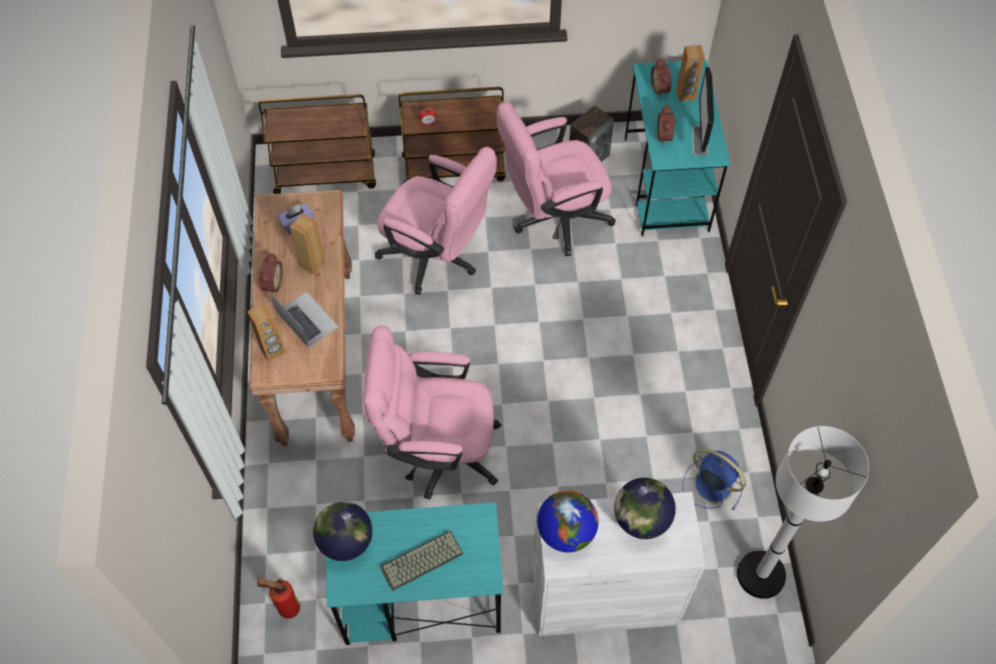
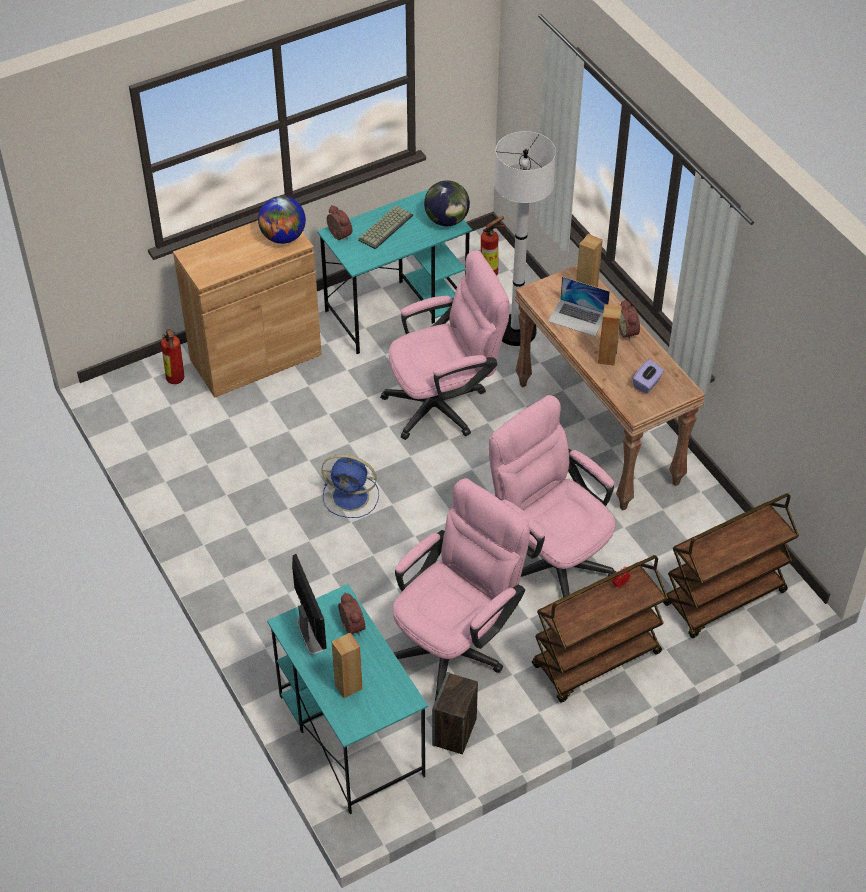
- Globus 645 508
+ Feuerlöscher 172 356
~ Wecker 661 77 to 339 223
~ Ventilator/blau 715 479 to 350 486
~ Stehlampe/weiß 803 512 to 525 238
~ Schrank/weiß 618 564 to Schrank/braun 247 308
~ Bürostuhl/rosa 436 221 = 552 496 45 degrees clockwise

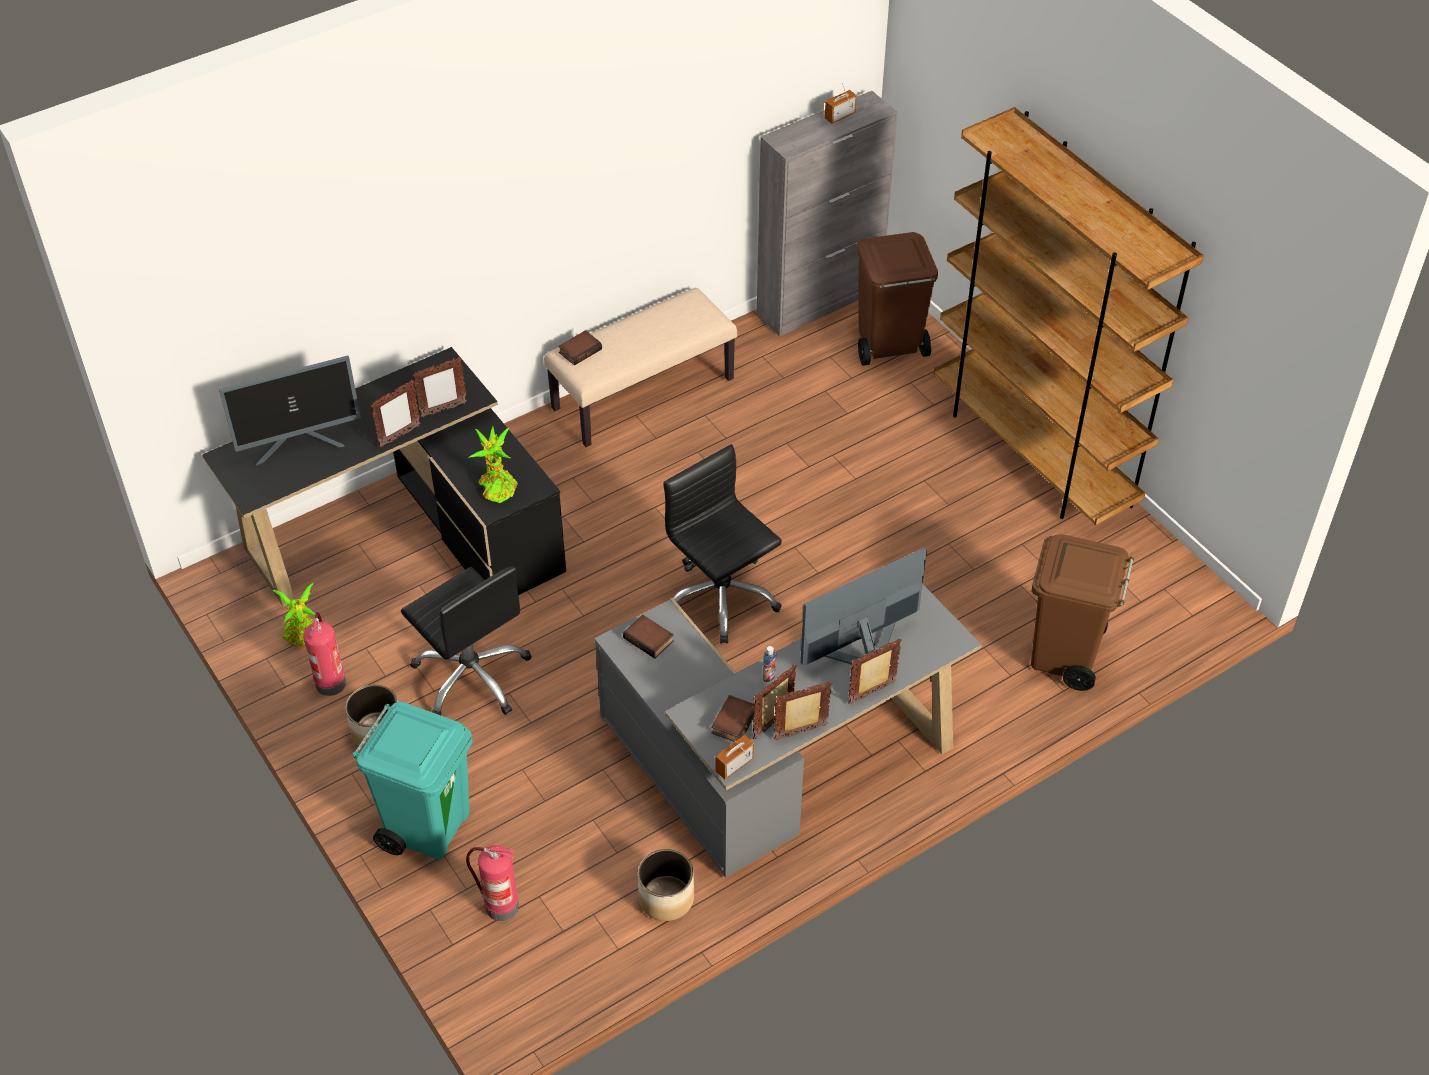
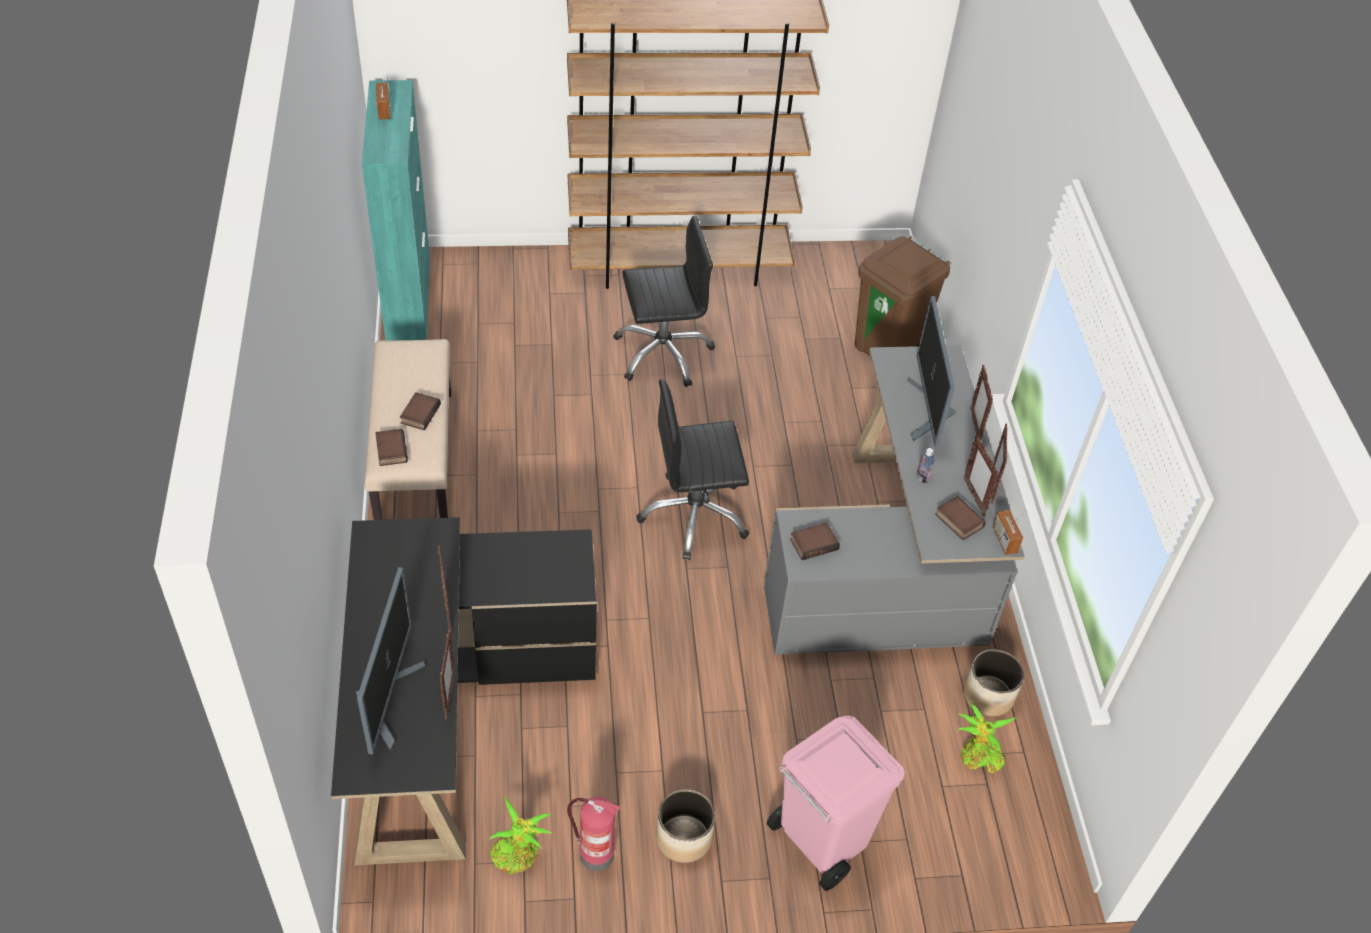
- Feuerlöscher 492 883
- Mülleimer/braun 897 299
+ Buch 420 411
~ Bürostuhl/schwarz 466 640 to 664 301
~ Bilderrahmen 439 387 to 447 673
~ Topfpflanze 493 465 to 986 737
~ Mülleimer/türkis 412 780 to Mülleimer/rosa 836 803
~ Schrank/grau 827 214 to Schrank/türkis 396 210

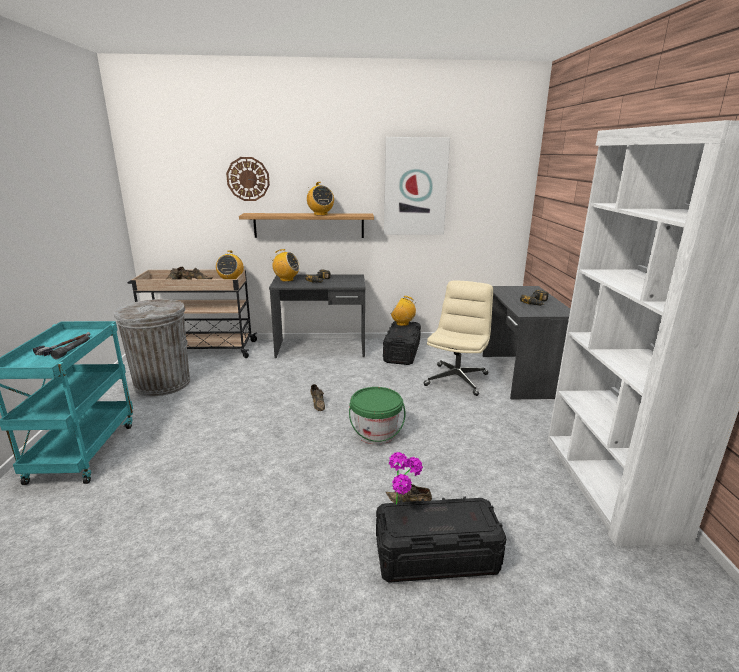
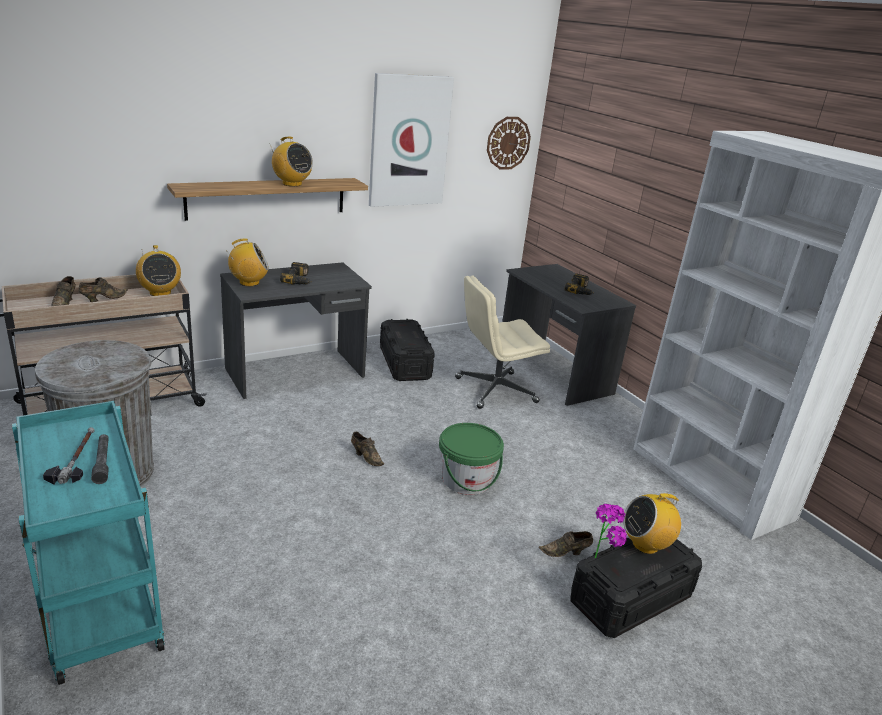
~ Wanduhr 248 179 to 509 143
~ Radio 404 311 to 652 523
~ Bürostuhl/beige 458 338 = 502 342 105 degrees counterclockwise

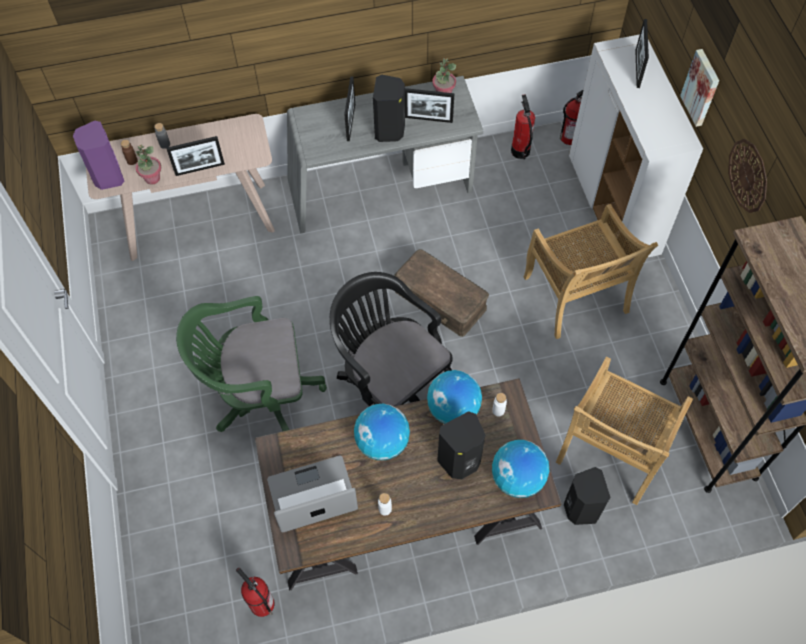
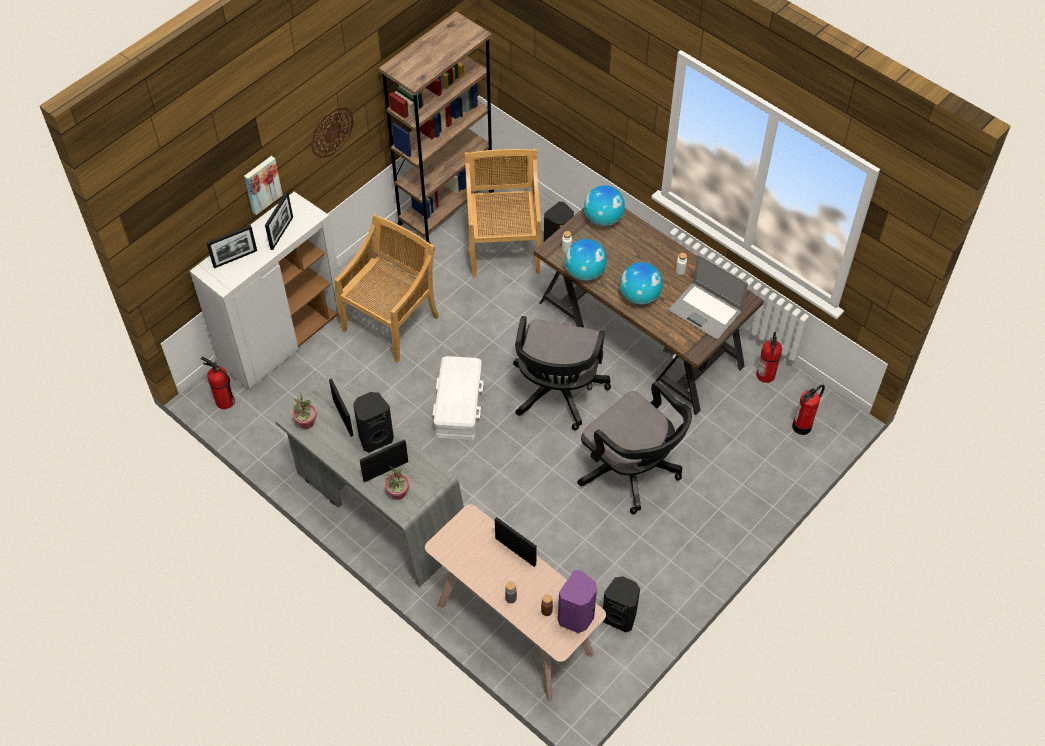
+ Bilderrahmen 279 221
~ Topfpflanze 148 164 to 396 483
~ Lautsprecher/schwarz 461 445 to 621 604
~ Feuerlöscher 523 127 to 808 410
~ Bürostuhl/grün 251 364 to Bürostuhl/schwarz 635 447
~ Aufbewahrungsbox/braun 441 293 to Aufbewahrungsbox/weiß 458 398
~ Stuhl/beige 624 430 = 503 213 90 degrees counterclockwise

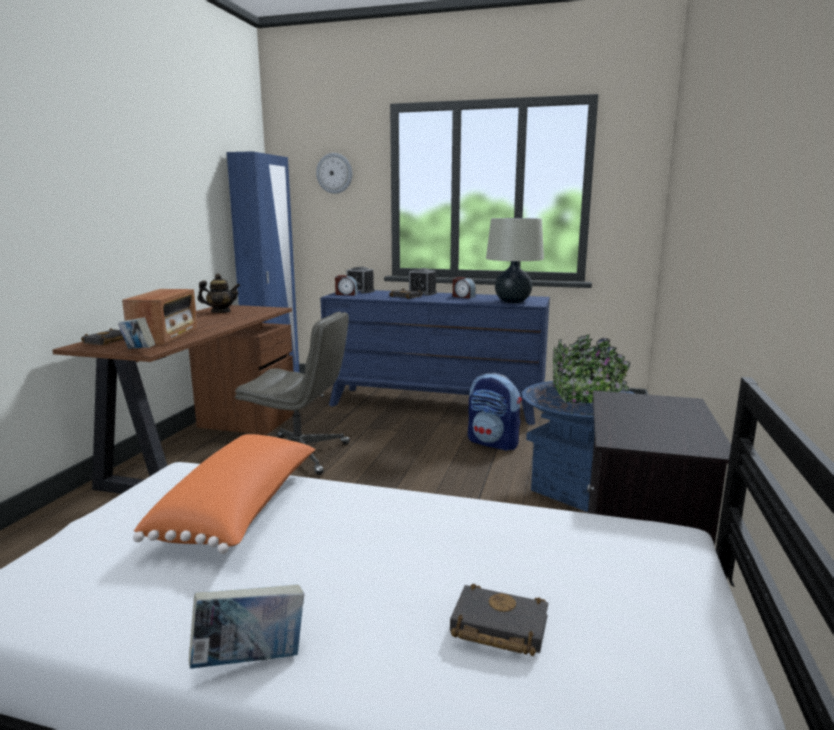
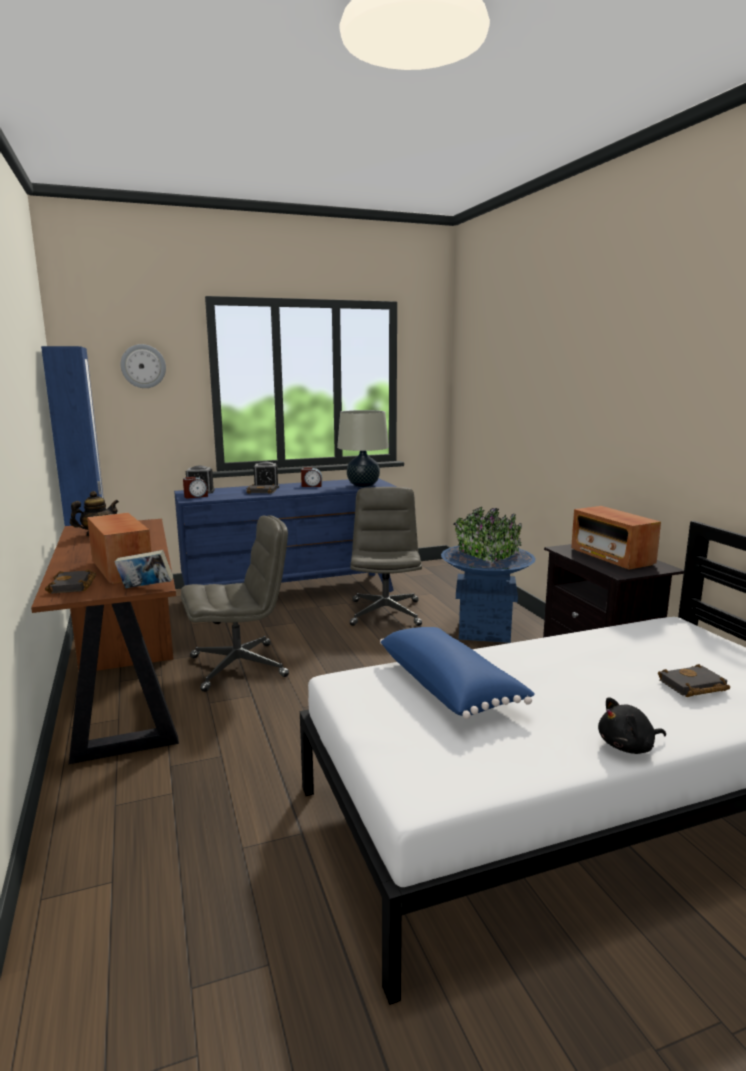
+ Radio 616 537
~ Buch 246 626 to Plüschtier/schwarz 632 725
~ Rucksack 495 412 to Bürostuhl/grau 386 556
~ Kissen/orange 224 494 to Kissen/blau 457 673

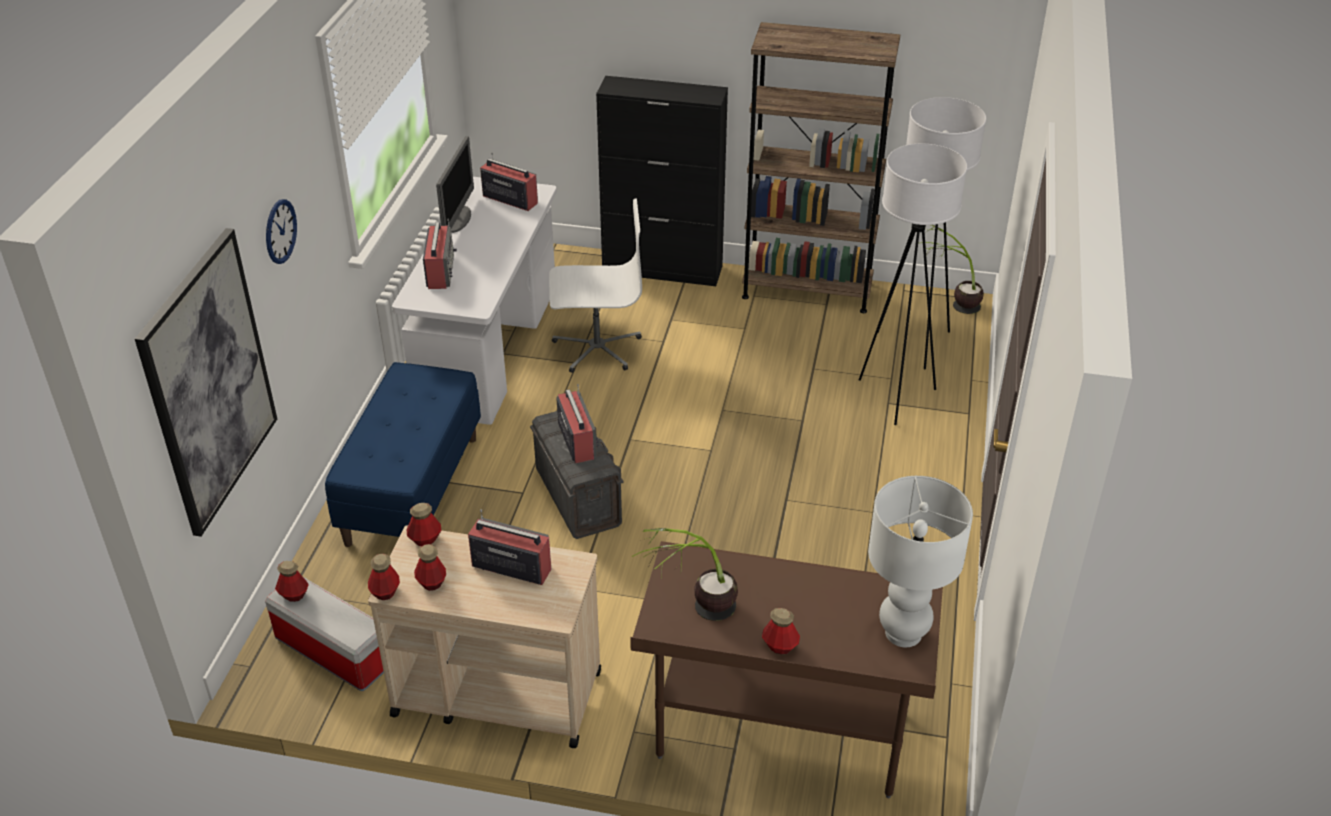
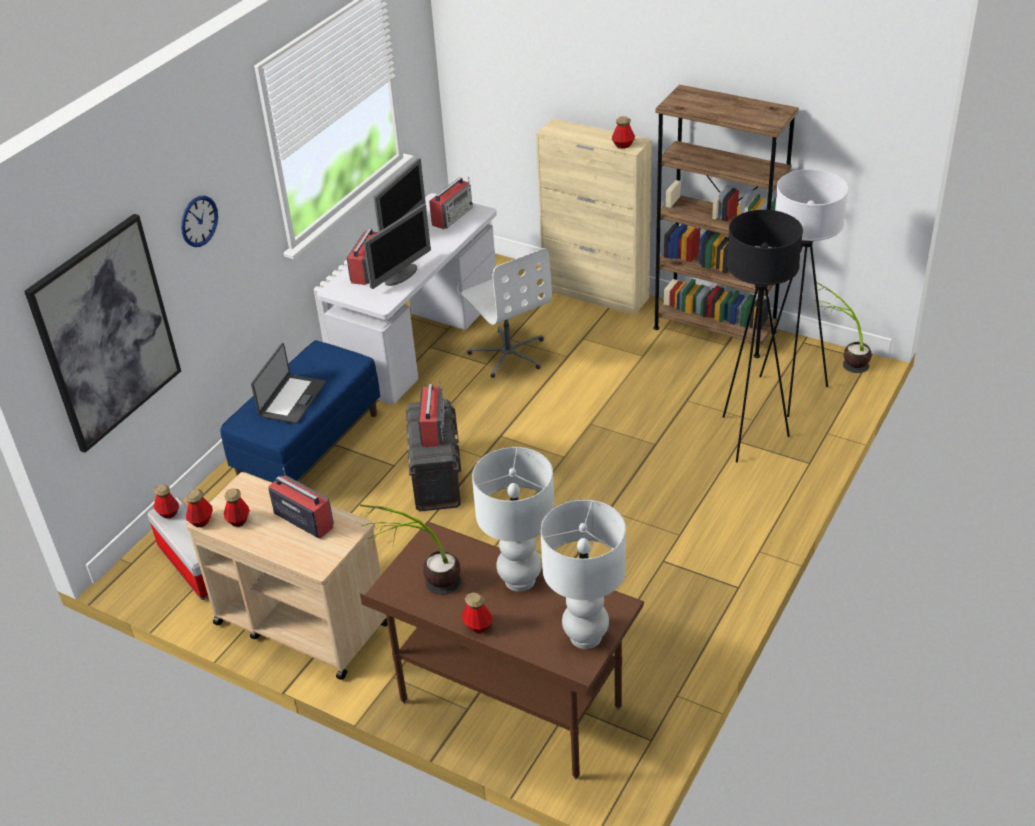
+ Laptop 288 383
+ Monitor 397 246
+ Tischlampe/weiß 513 519
~ Flasche 424 524 to 623 132
~ Schrank/schwarz 662 181 to Schrank/beige 594 216
~ Stehlampe/weiß 913 284 to Stehlampe/schwarz 763 336
~ Radio 509 181 = 451 203 75 degrees clockwise
~ Bürostuhl/weiß 595 285 = 506 313 45 degrees clockwise

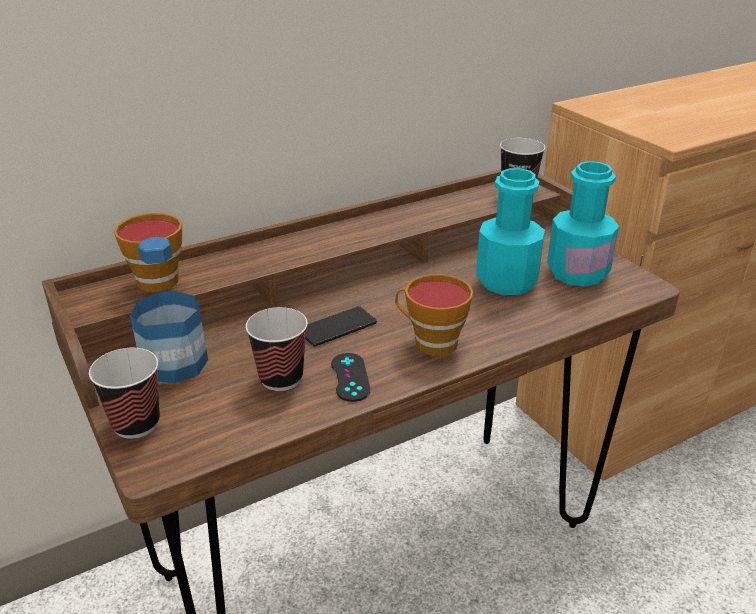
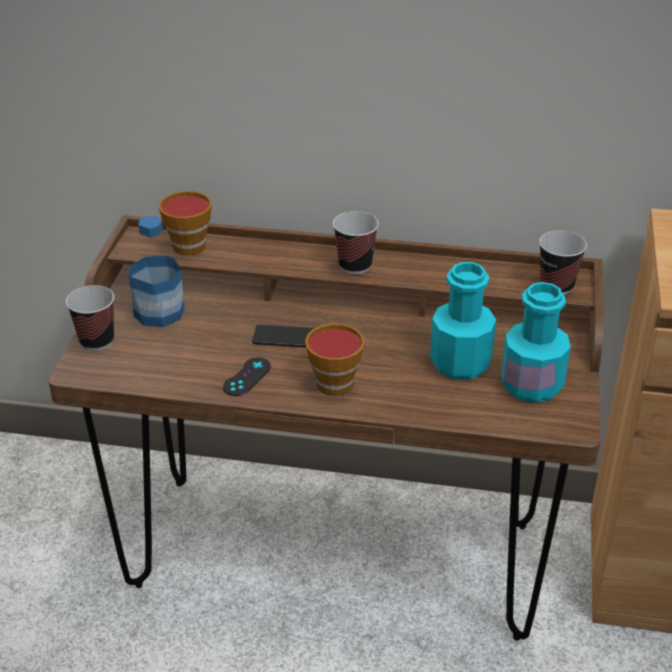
~ Tasse 277 349 to 356 242

